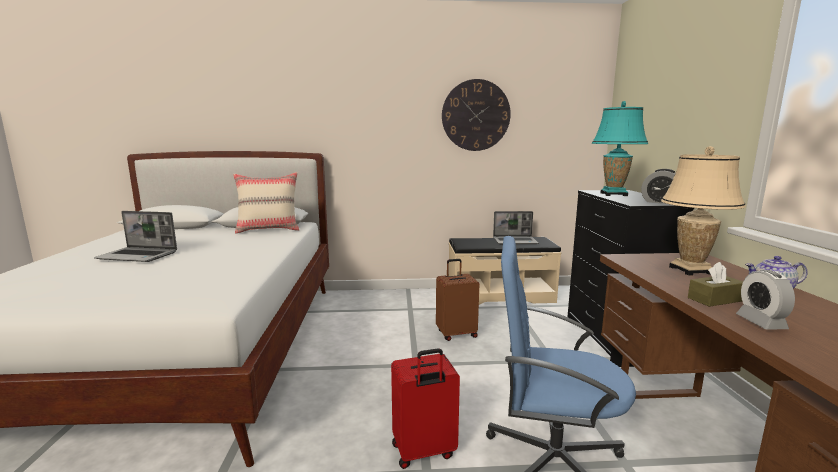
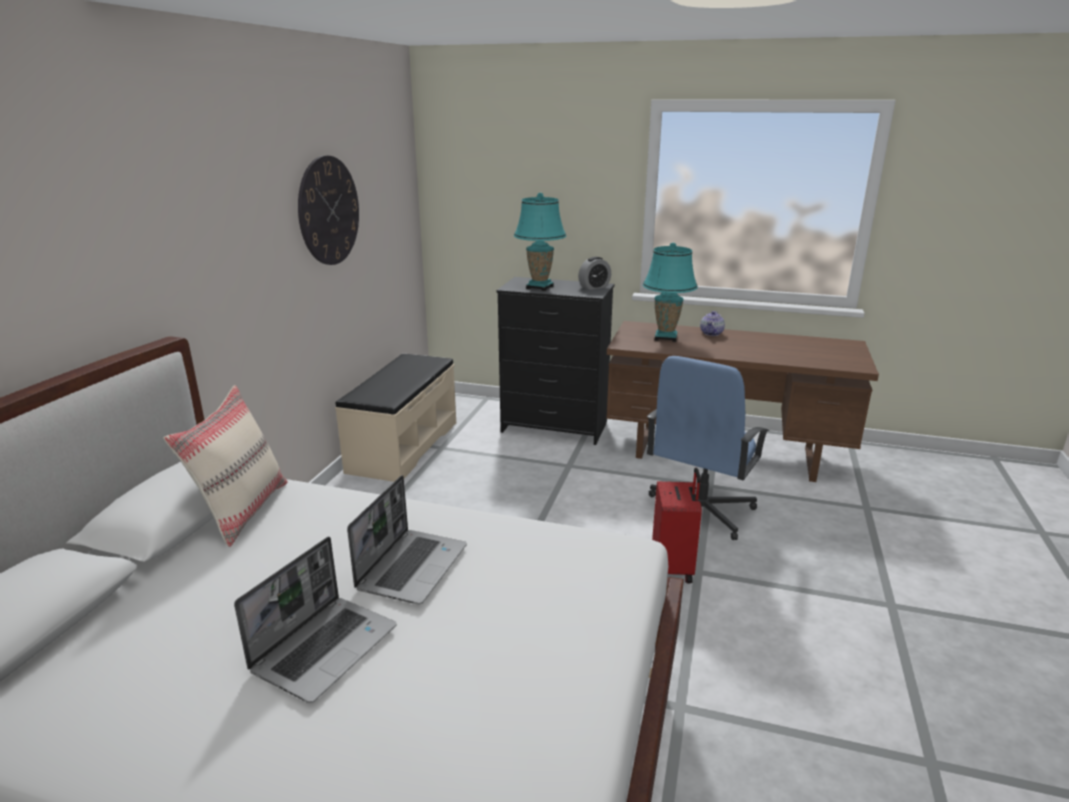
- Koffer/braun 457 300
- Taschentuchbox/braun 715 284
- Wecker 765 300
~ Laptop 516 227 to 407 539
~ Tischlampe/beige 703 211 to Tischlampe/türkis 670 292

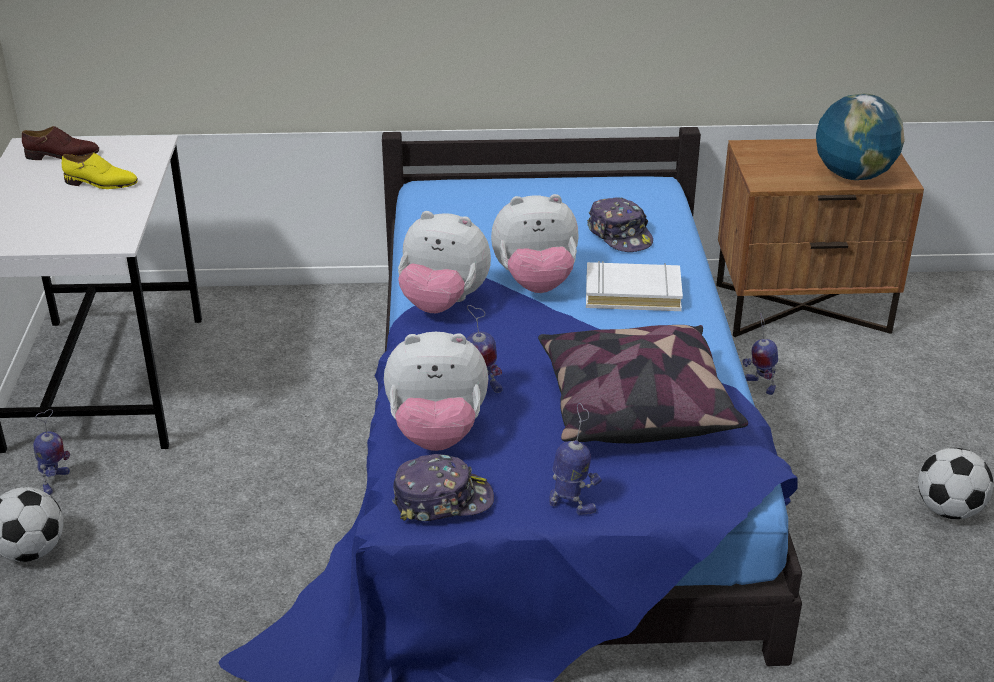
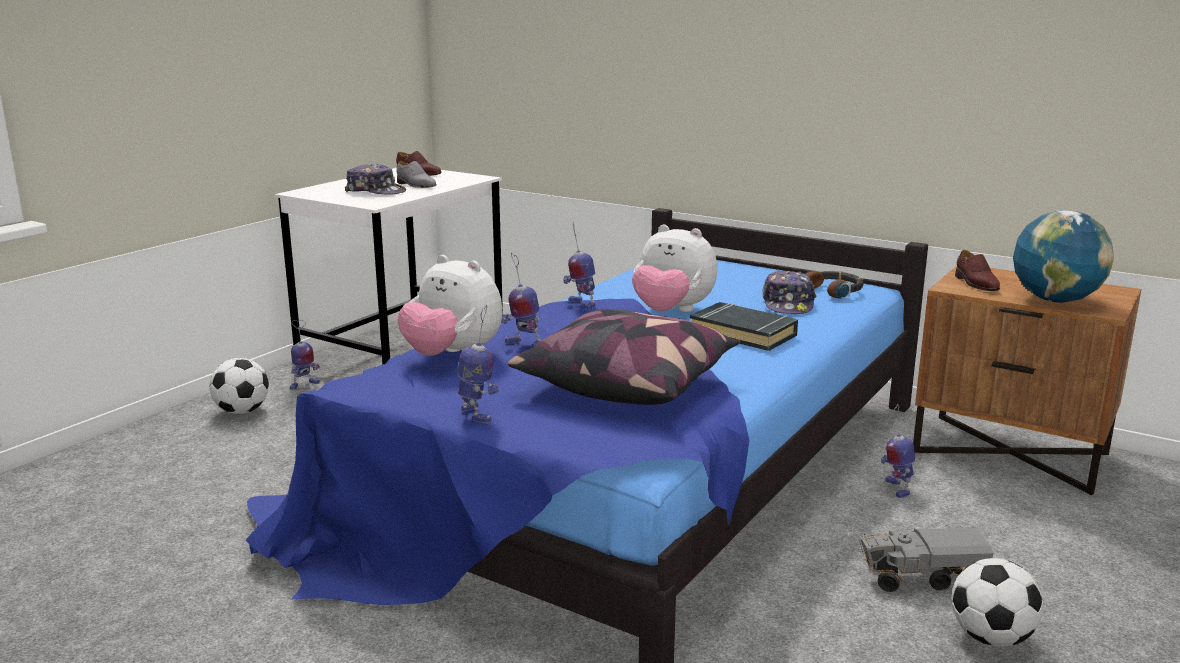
+ Kopfhörer 833 284
+ Spielzeuglaster 926 559
+ Schuh/braun 977 270
~ Kappe 443 487 to 375 179
~ Plüschtier 444 262 to Spielzeugroboter 579 266
~ Schuh/gelb 100 171 to Schuh/grau 416 174
~ Buch/weiß 634 286 to Buch/schwarz 744 326

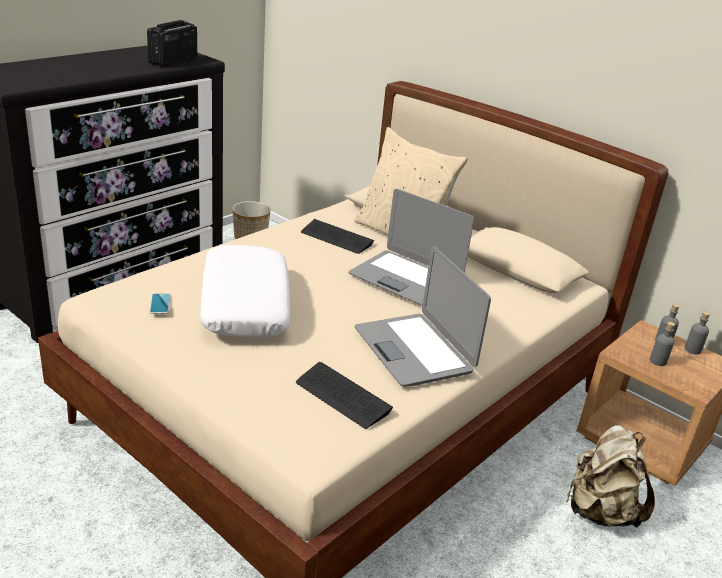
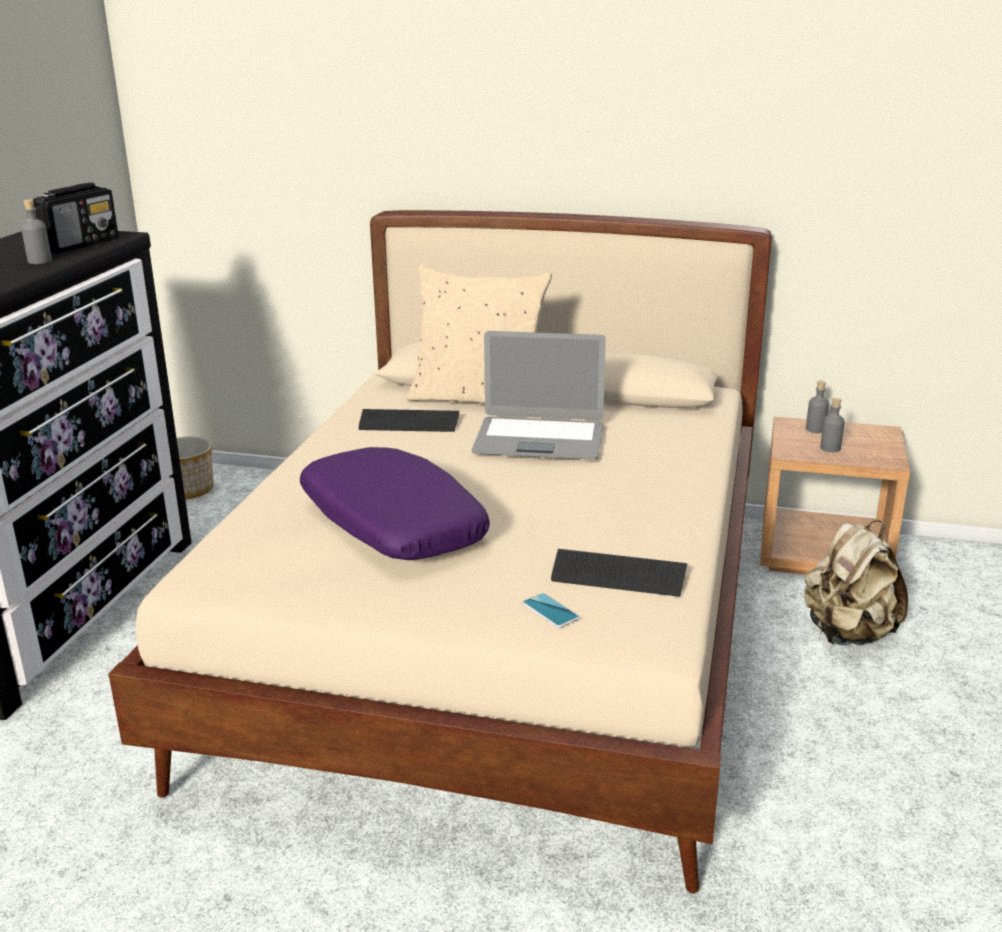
- Laptop 423 317
~ Handy 160 303 to 551 610
~ Flasche/grau 697 333 to 36 231
~ Kissen/weiß 245 291 to Kissen/lila 395 503
~ Radio 172 43 = 75 218 150 degrees counterclockwise

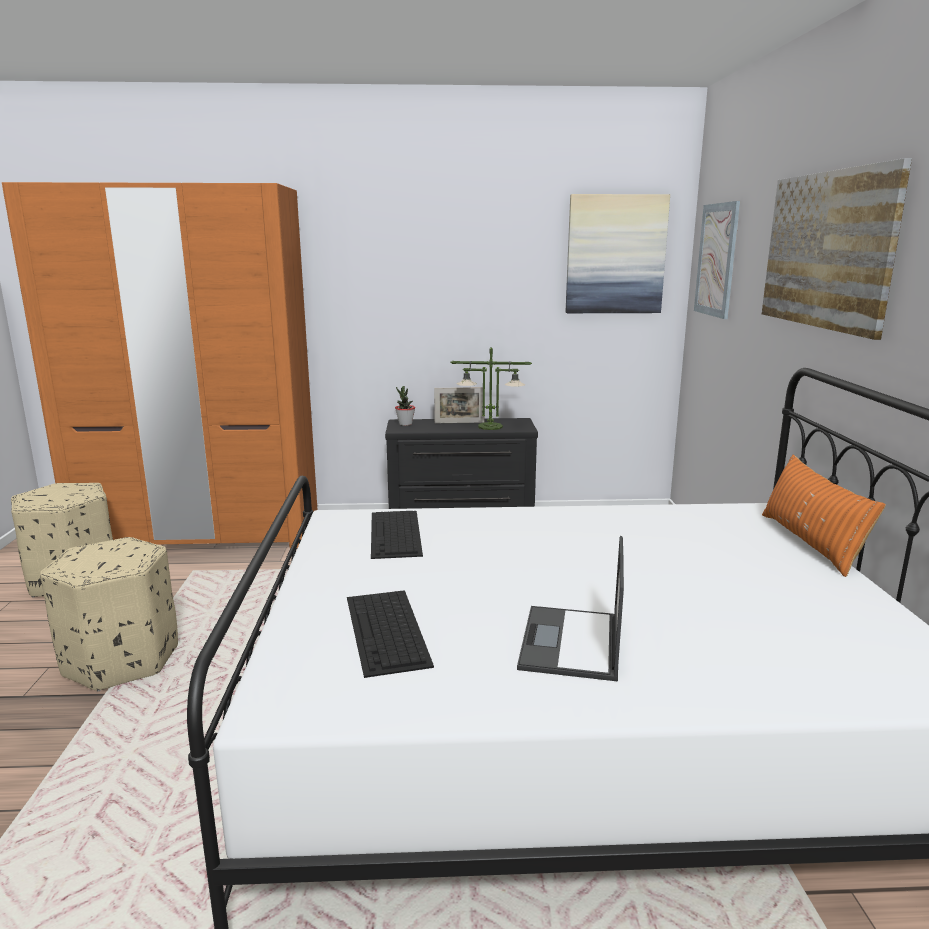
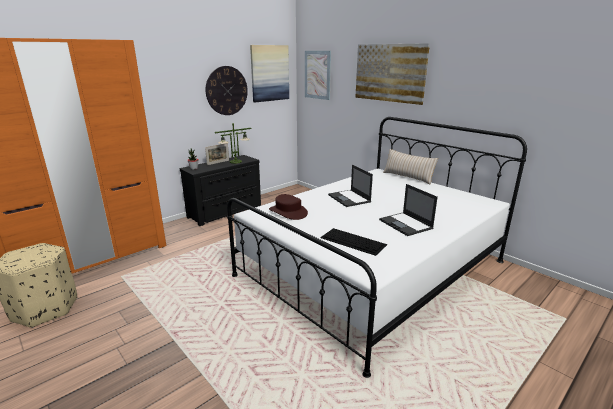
- Polsterhocker/beige 109 614
+ Wanduhr 227 90
+ Laptop 350 186
~ Tastatur 397 535 to Hut/braun 288 207
~ Kissen/orange 824 516 to Kissen/beige 410 167

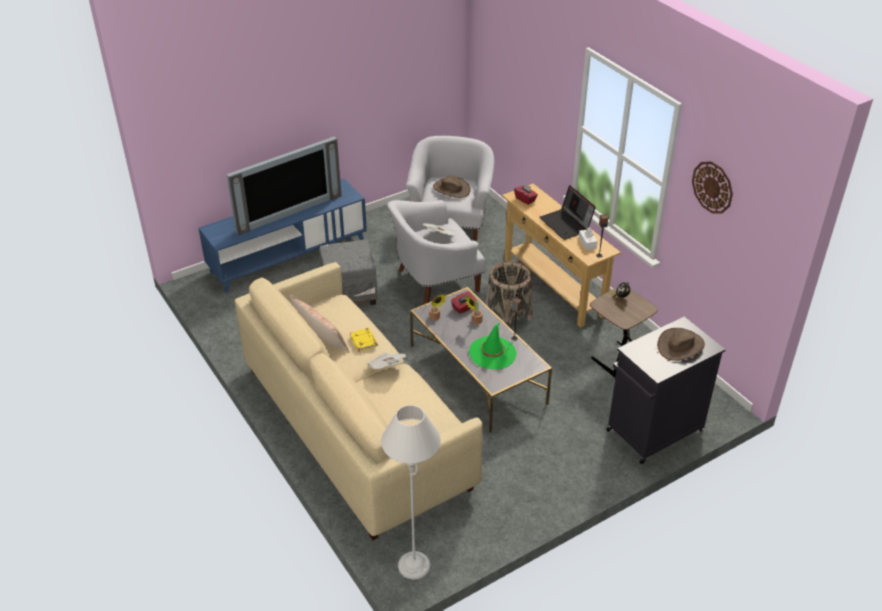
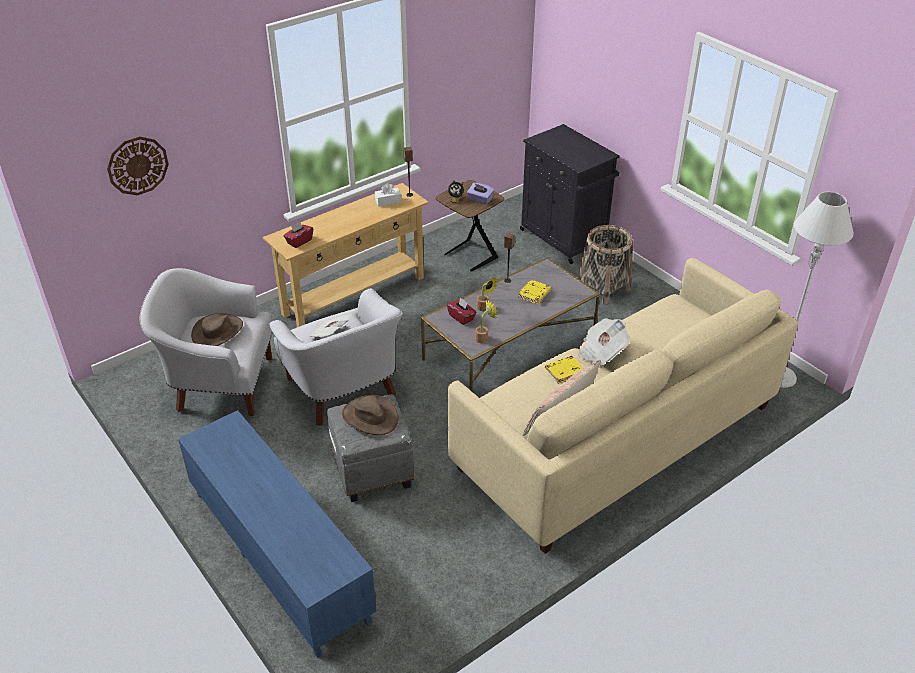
- Fernseher 283 186
- Laptop 567 212
+ Taschentuchbox/lila 480 193
~ Korb 509 293 to 605 265
~ Hut/braun 681 344 to 370 415
~ Wanduhr 712 187 to 138 165
~ Hut/grün 493 346 to Buch/gelb 534 291

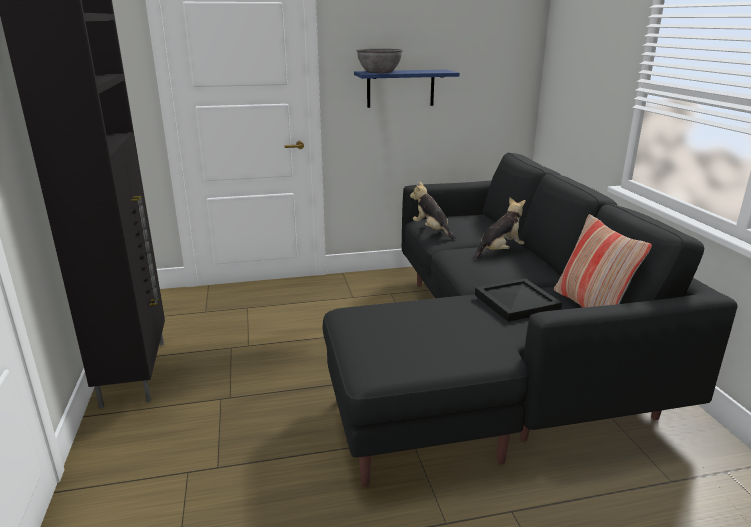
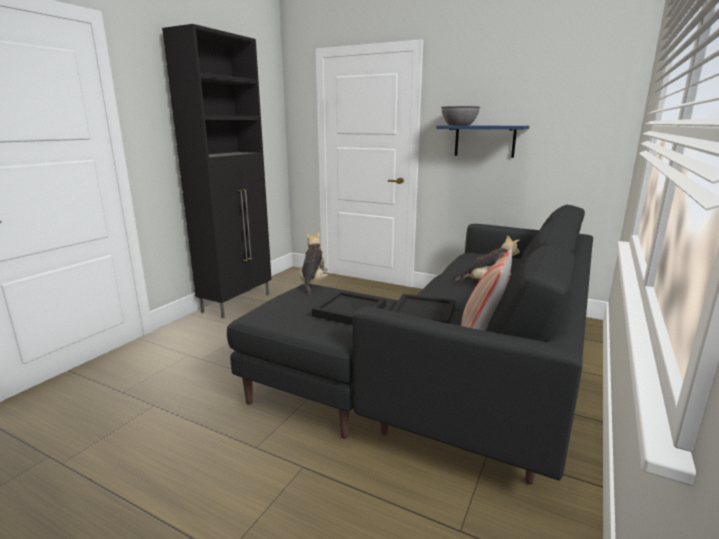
+ Tablett/schwarz 349 308
~ Plüschtier 433 210 to 313 263

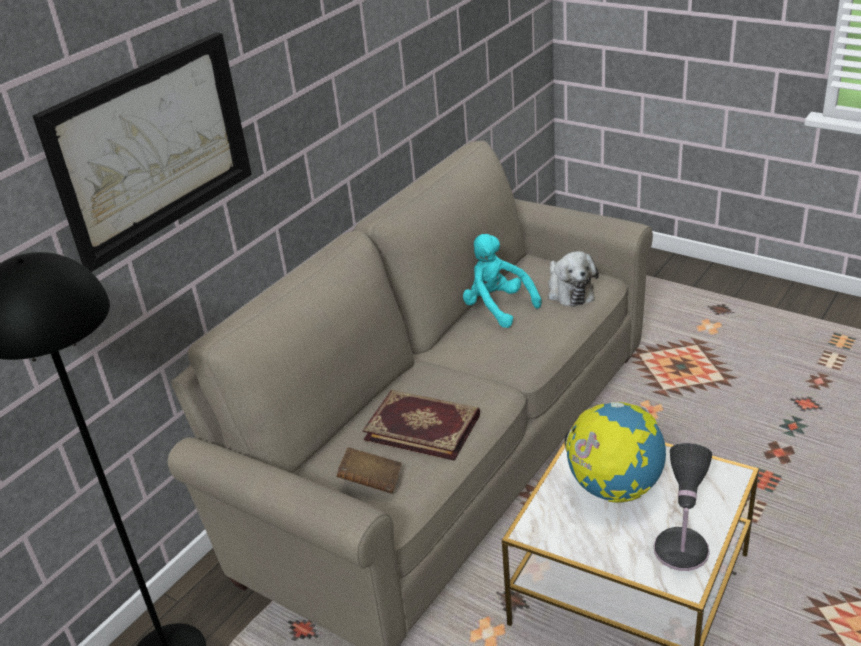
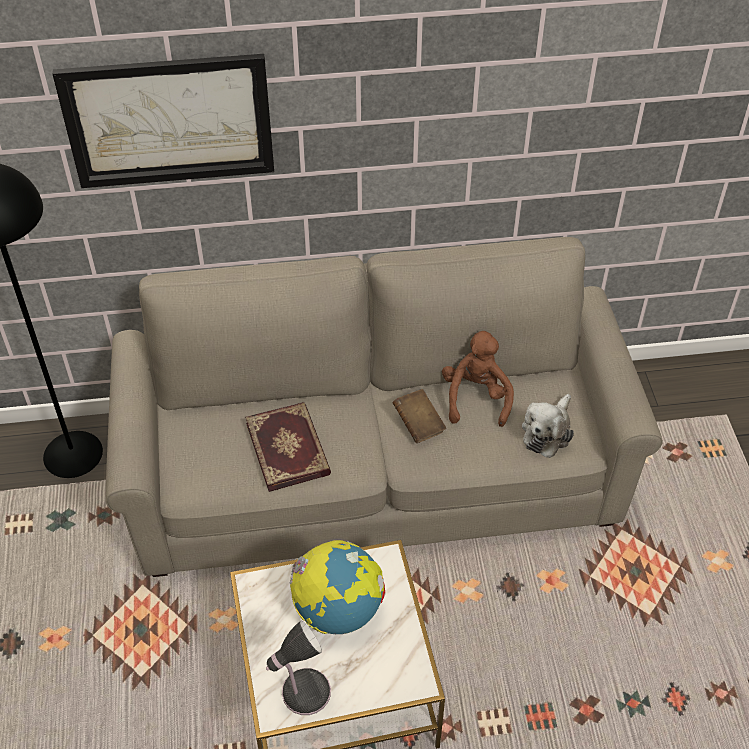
~ Buch/braun 369 470 to 419 416
~ Plüschtier/türkis 502 281 to Plüschtier/braun 478 379

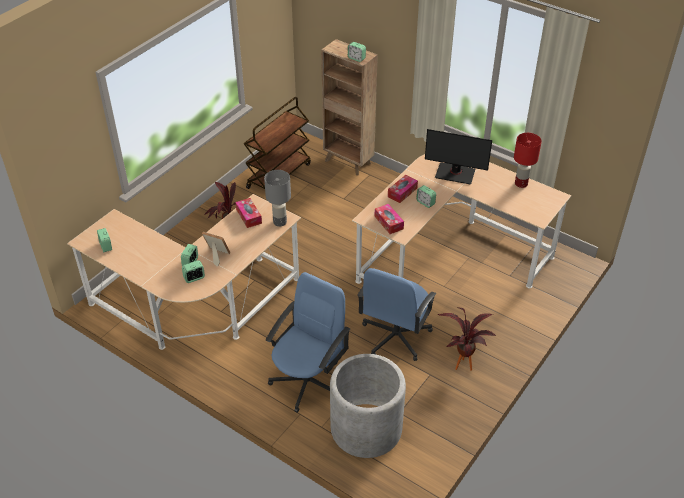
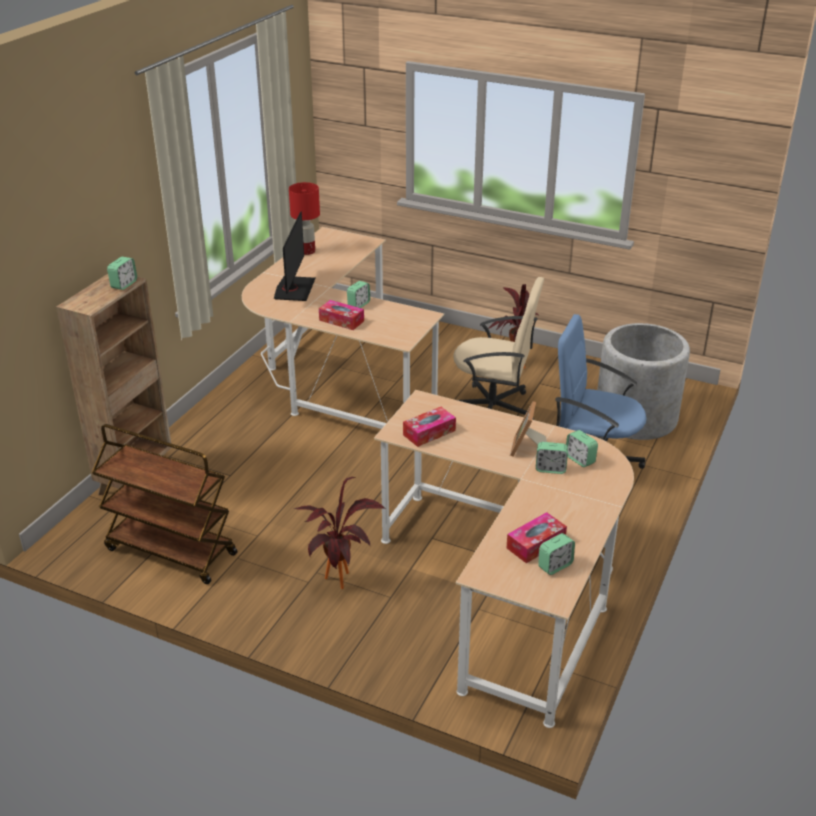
- Tischlampe/grau 277 198
~ Taschentuchbox 389 219 to 537 537
~ Bürostuhl/blau 397 314 to Bürostuhl/beige 498 348

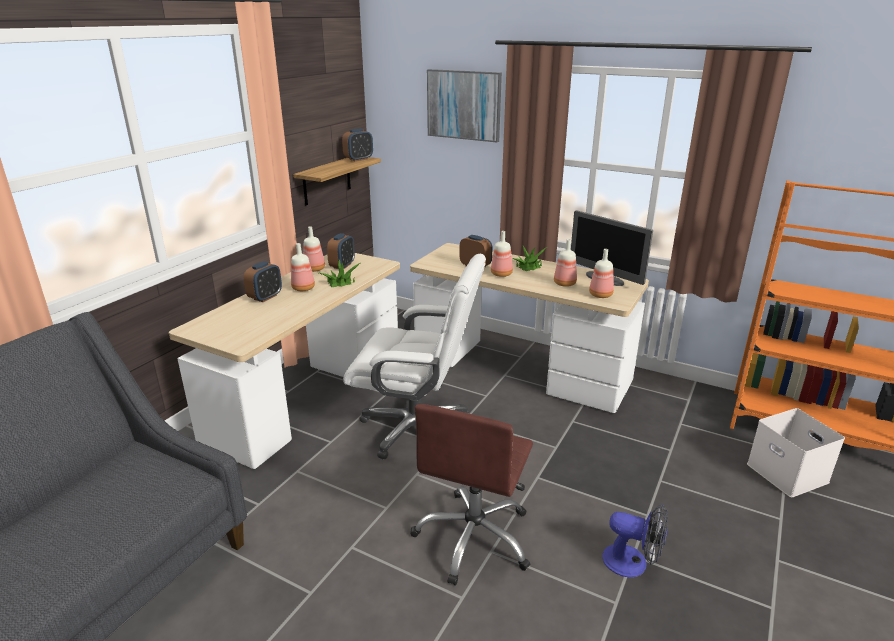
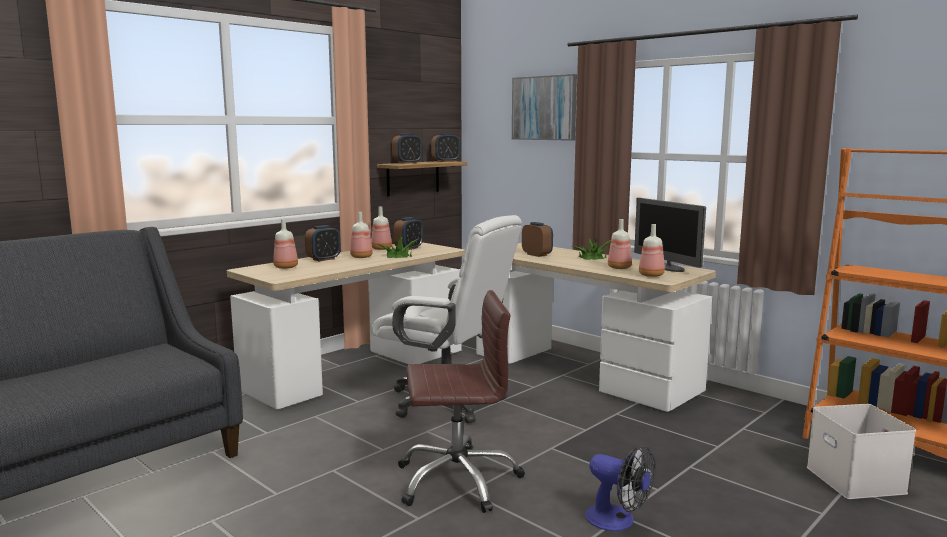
+ Wecker 407 148
~ Flasche 502 254 to 285 244
~ Bürostuhl/braun 471 495 = 461 401 135 degrees counterclockwise

